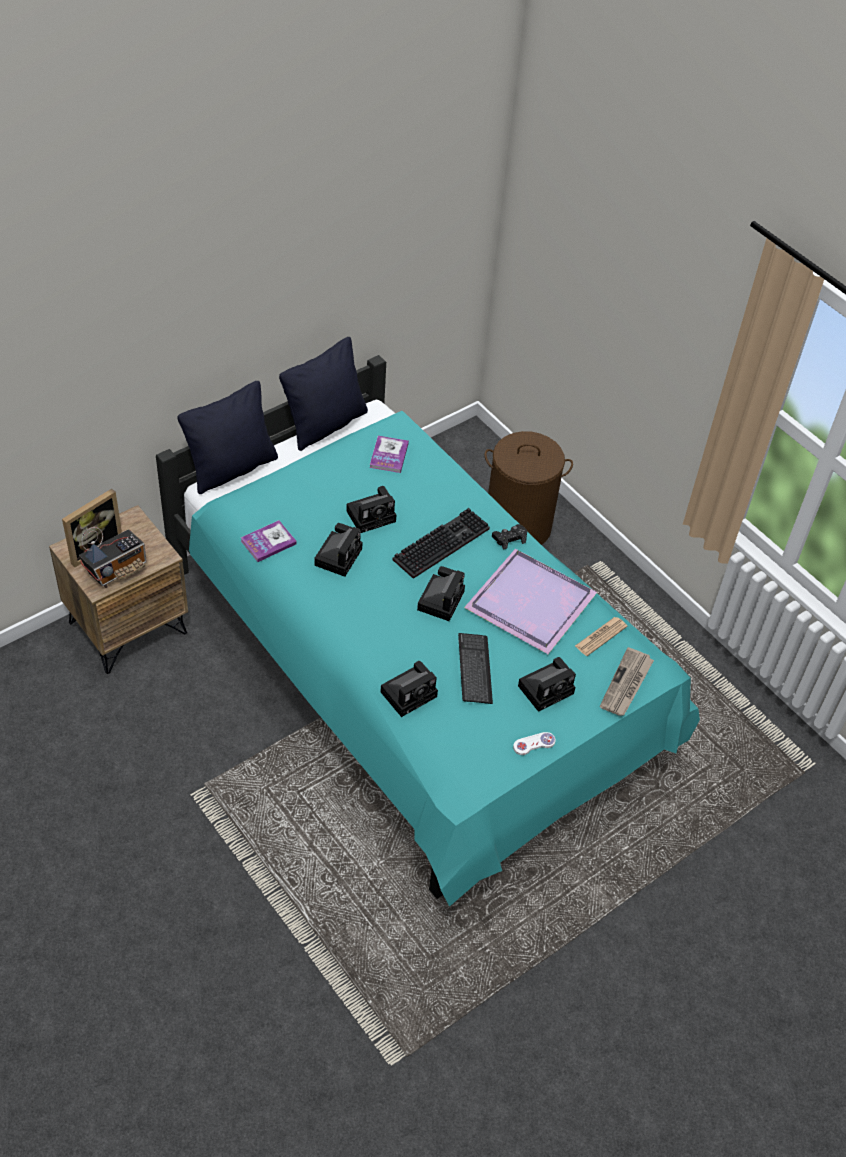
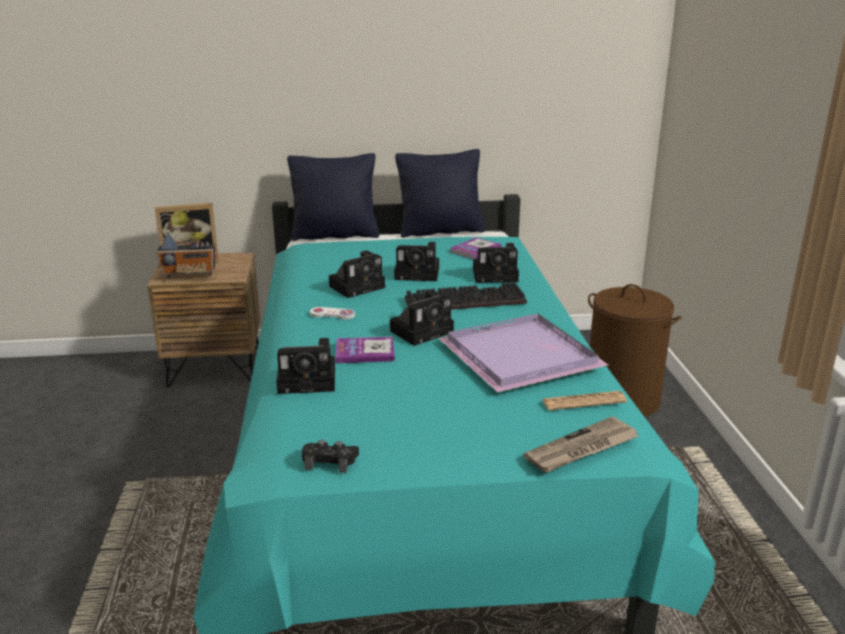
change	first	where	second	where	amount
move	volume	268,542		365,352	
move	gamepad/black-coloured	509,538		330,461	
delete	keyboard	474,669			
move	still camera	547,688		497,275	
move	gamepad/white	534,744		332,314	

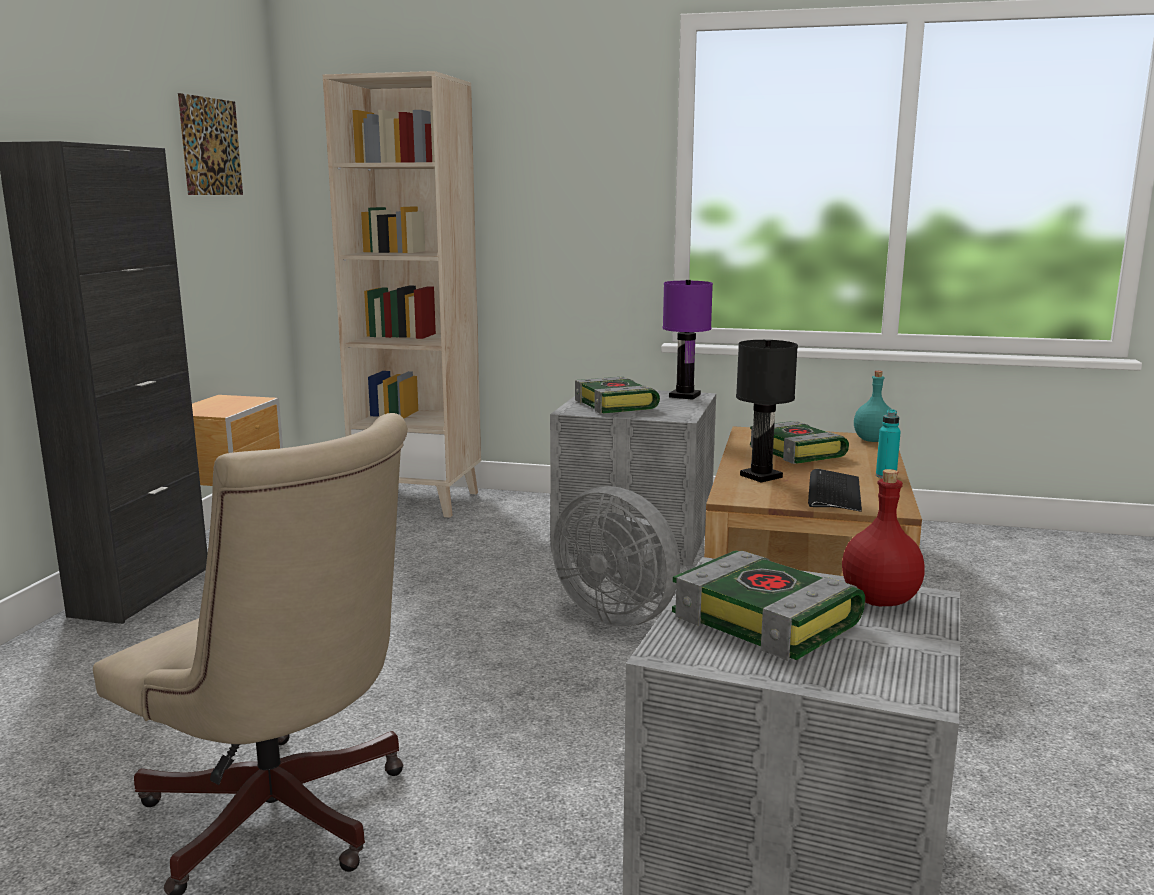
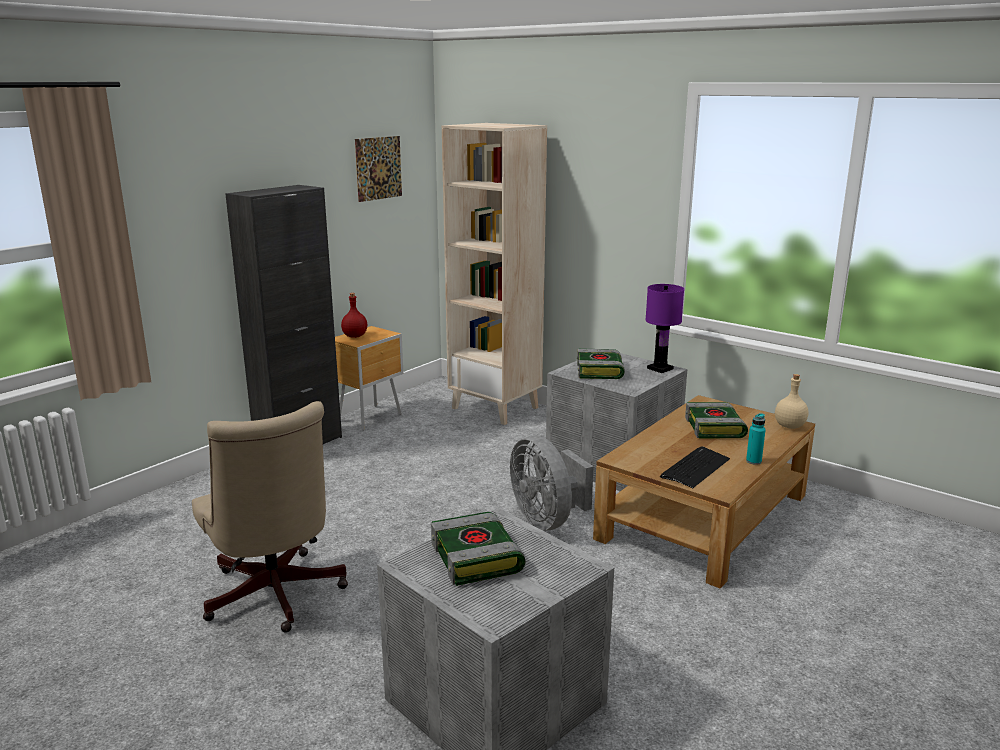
change	first	where	second	where	amount
delete	tabletop lamp/black-coloured	761,476			
recolor	bottle/blue-green	873,440	bottle/beige	790,426	
move	bottle/reddish	878,600		354,336	

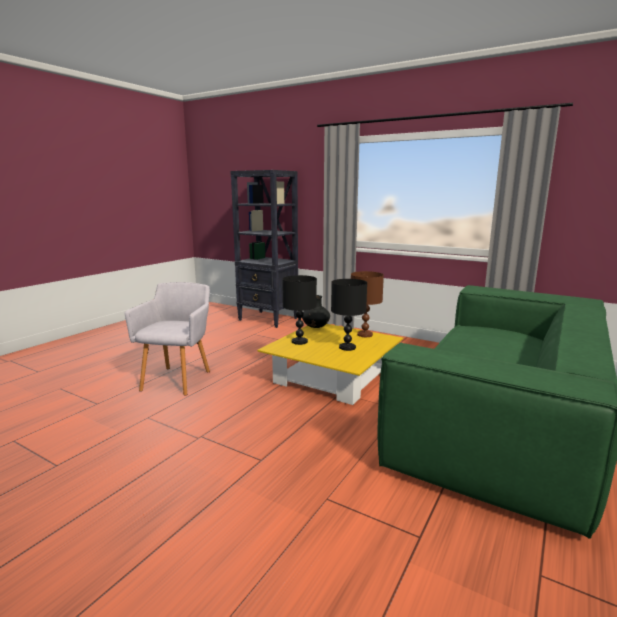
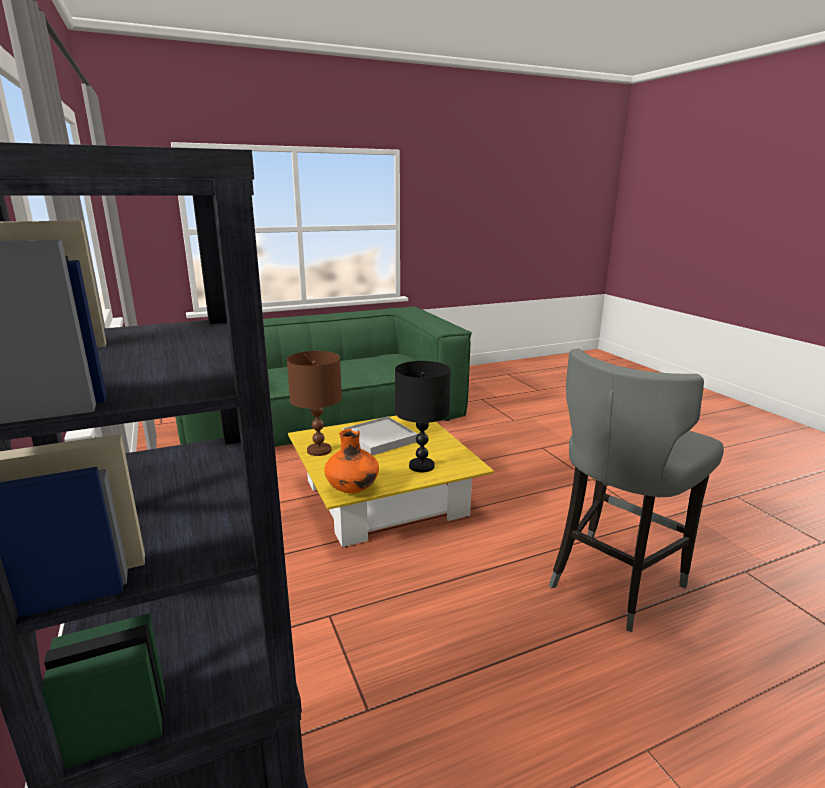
change	first	where	second	where	amount
replace	tabletop lamp/black-coloured	347,347	serving tray/white	379,438	
replace	easy chair/gray	178,379	sitting stool/gray	613,581	
recolor	vase/black-coloured	315,327	vase/orange	353,489	

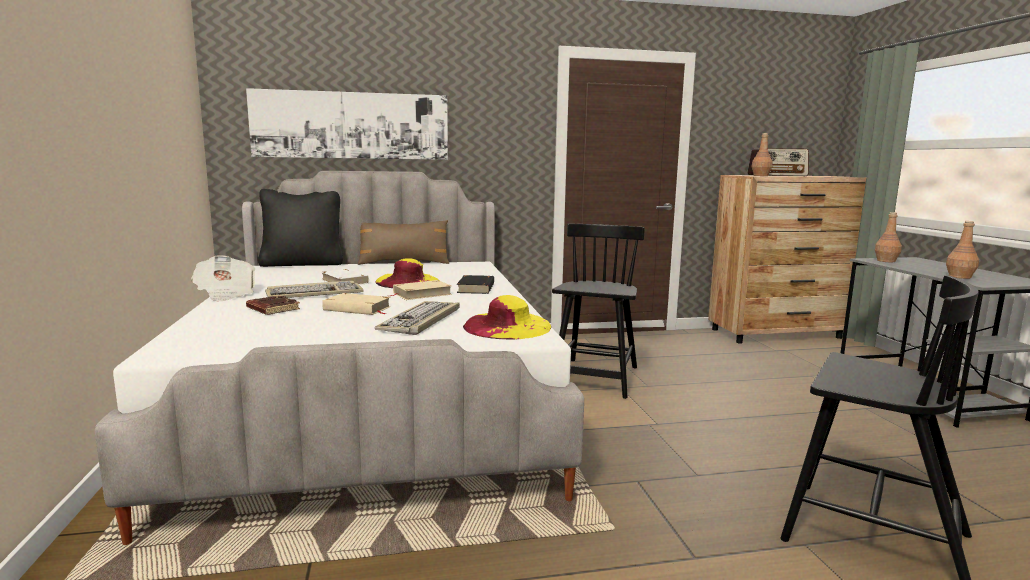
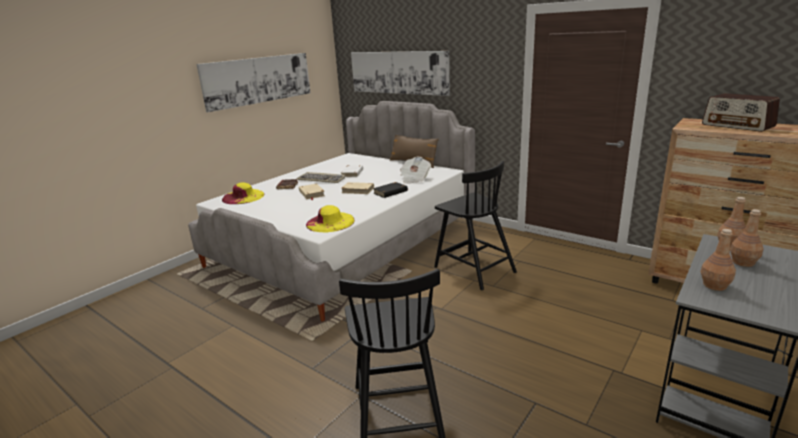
change	first	where	second	where	amount
move	bottle/brown	760,176		743,262	
delete	throw pillow/black-coloured	303,264			
rotate	upright chair/black-coloured	595,378		473,269	75 degrees clockwise
move	daily paper	225,294		414,179	
move	hat/yellowish	408,281		243,197	
delete	keyboard	421,320			
insert			wall art	258,80	

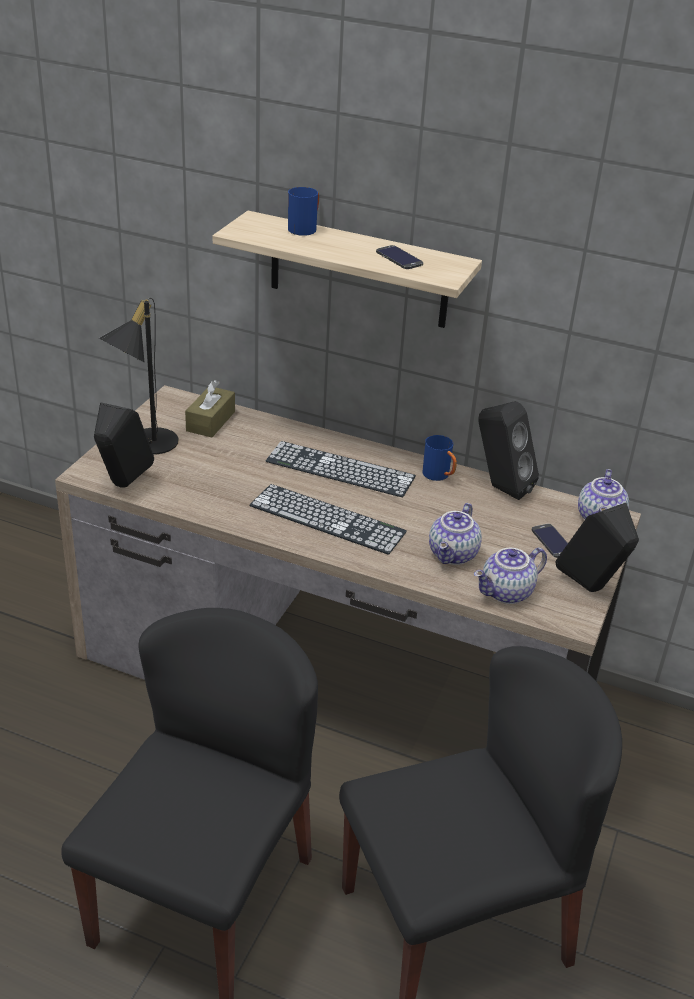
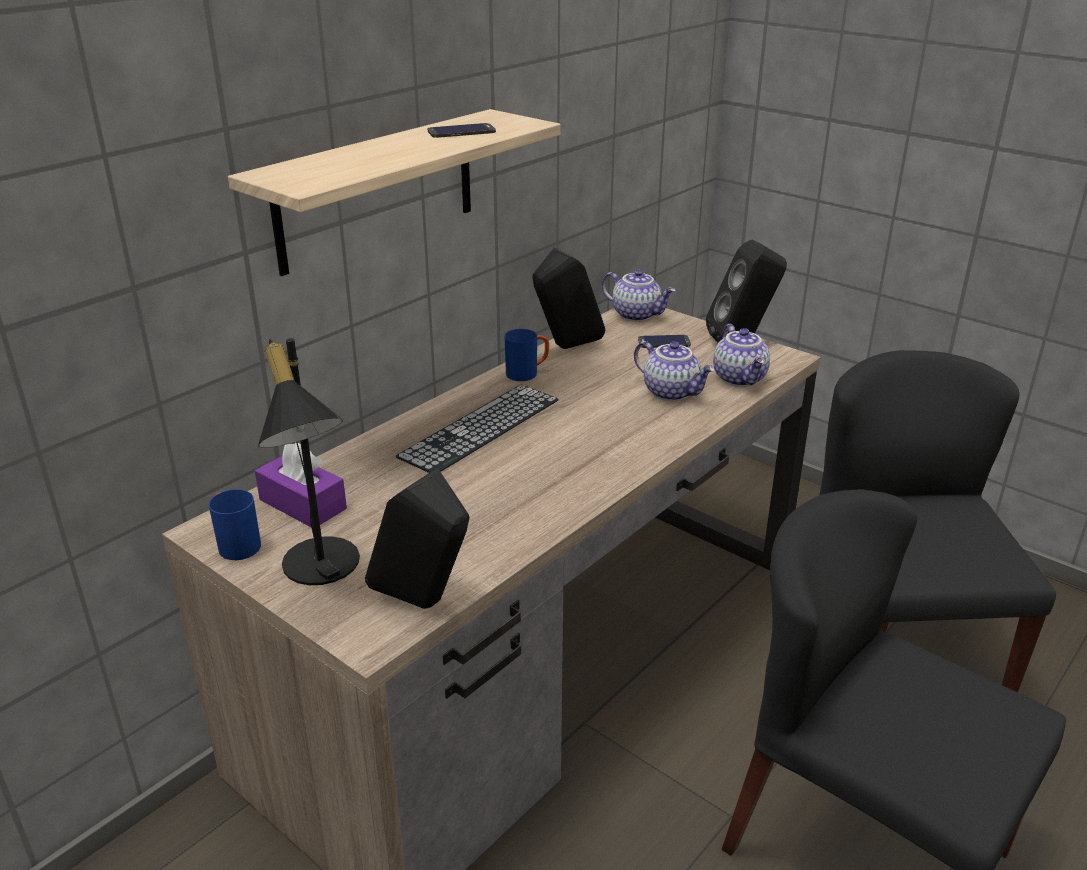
change	first	where	second	where	amount
move	tea mug/bluish	305,228		236,544	
recolor	box of tissues/brown	210,421	box of tissues/purple-coloured	303,504	
delete	keyboard	327,519			

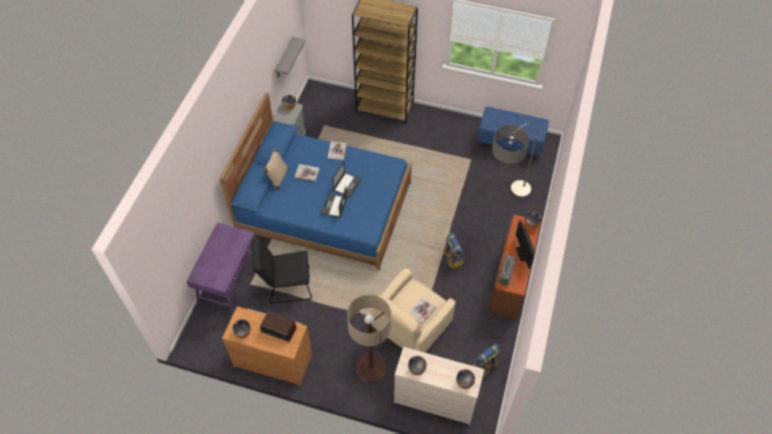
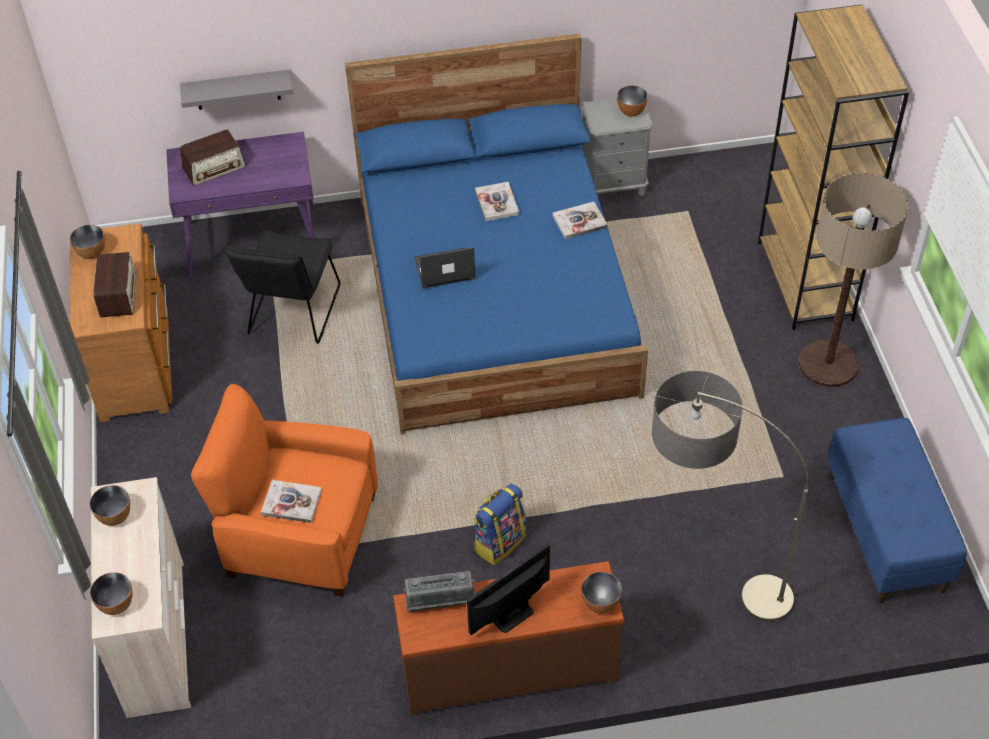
change	first	where	second	where	amount
move	shelf/gray	284,59		237,90	
delete	throw pillow/beige	278,178			
delete	notebook computer	347,184			
rotate	upright chair/black-coloured	286,285		292,315	135 degrees counterclockwise
recolor	easy chair/beige	410,327	easy chair/orange	299,534	
move	floor lamp	370,367		828,364	
delete	backpack	484,367			
insert			radio receiver	214,167	

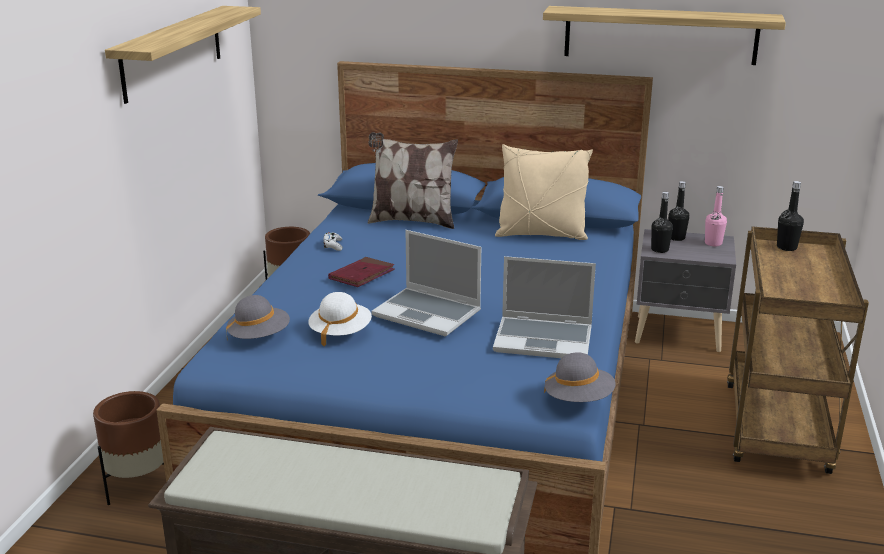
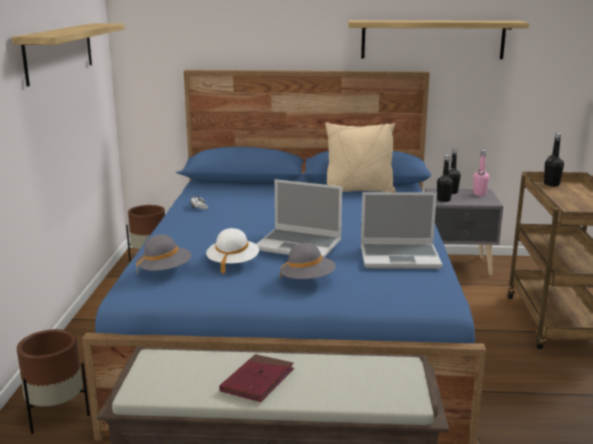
change	first	where	second	where	amount
delete	throw pillow	411,221			
move	volume/reddish	362,275		257,381	
move	hat/gray	579,399		307,280	

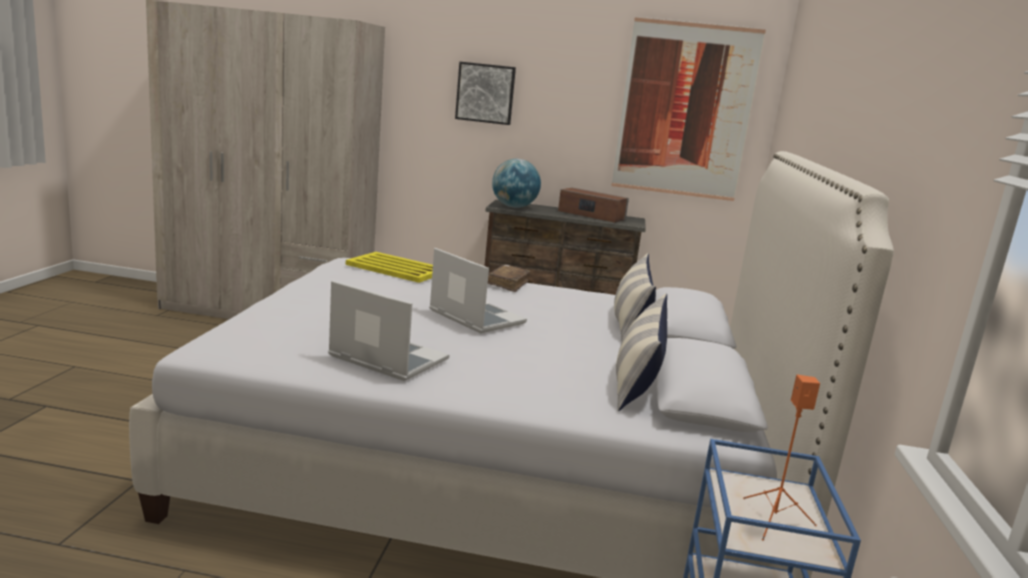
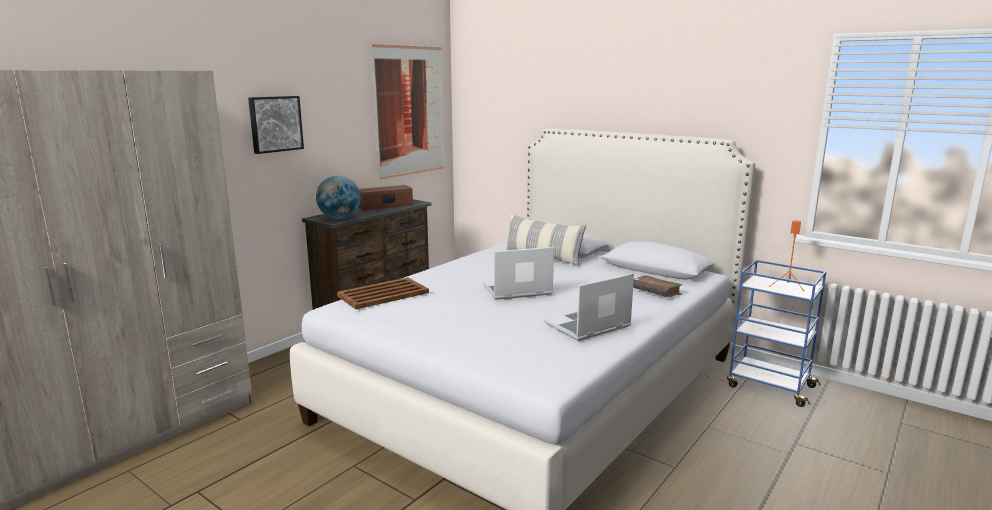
change	first	where	second	where	amount
recolor	serving tray/yellowish	396,269	serving tray/brown	384,294	
move	volume/brown	507,284		655,292	
delete	throw pillow	637,380			

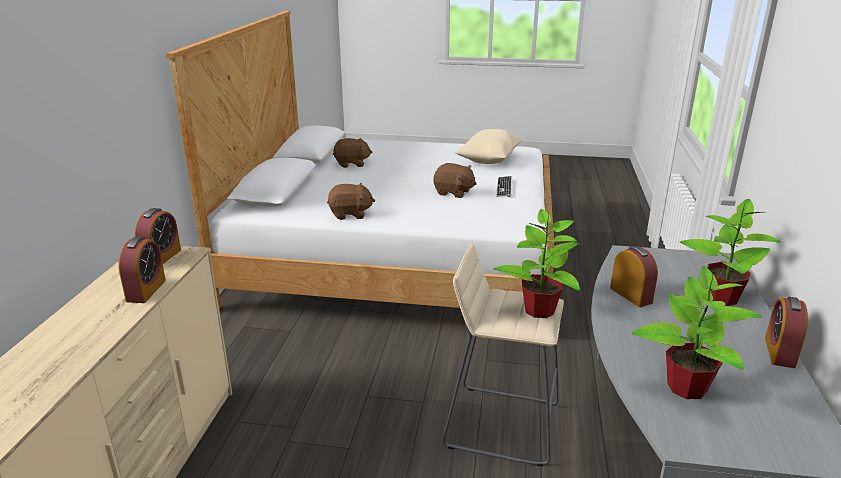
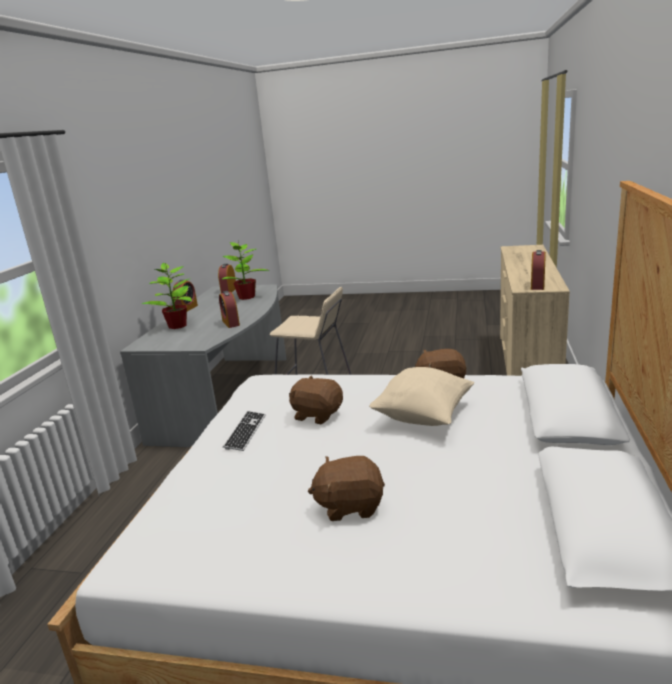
change	first	where	second	where	amount
move	throw pillow/beige	488,160		423,416	
move	soft toy/brown	352,164		350,505	
delete	plant in a pot	538,310			
move	bedside clock	146,290		229,291	

